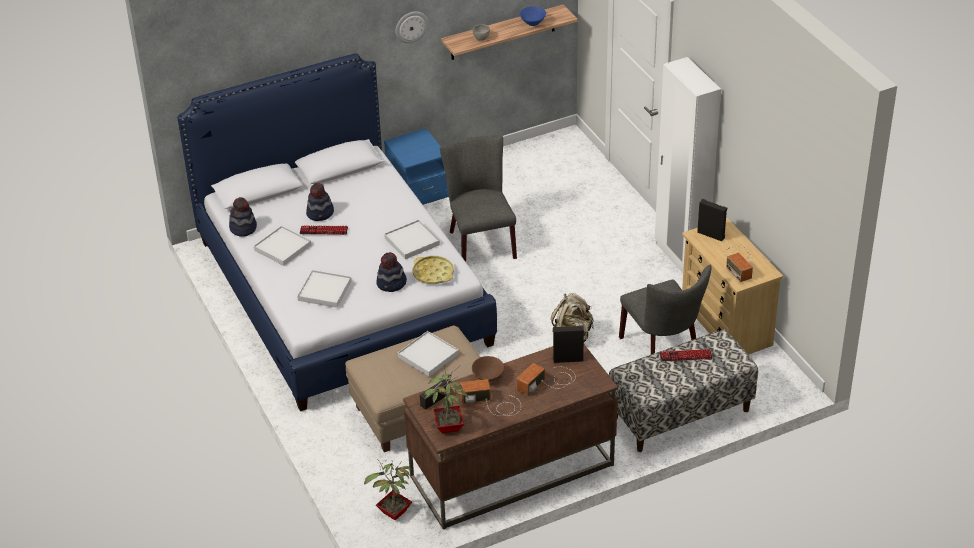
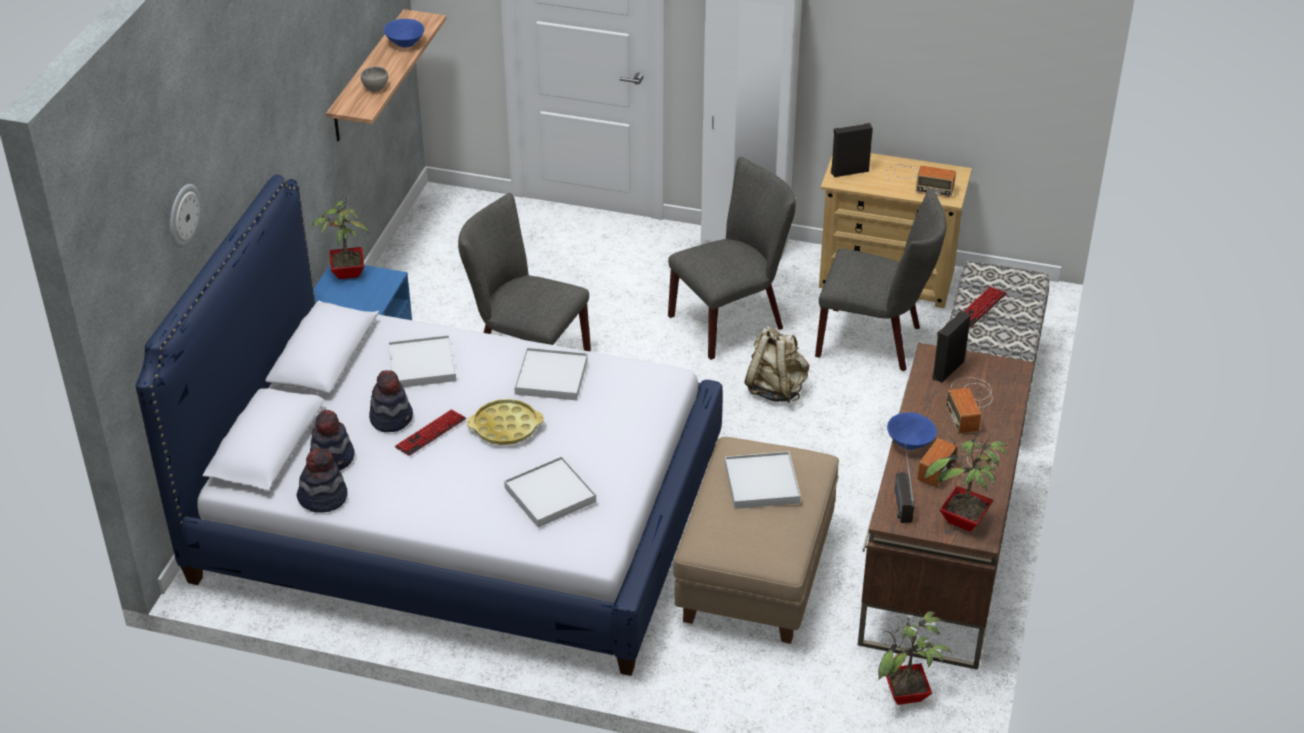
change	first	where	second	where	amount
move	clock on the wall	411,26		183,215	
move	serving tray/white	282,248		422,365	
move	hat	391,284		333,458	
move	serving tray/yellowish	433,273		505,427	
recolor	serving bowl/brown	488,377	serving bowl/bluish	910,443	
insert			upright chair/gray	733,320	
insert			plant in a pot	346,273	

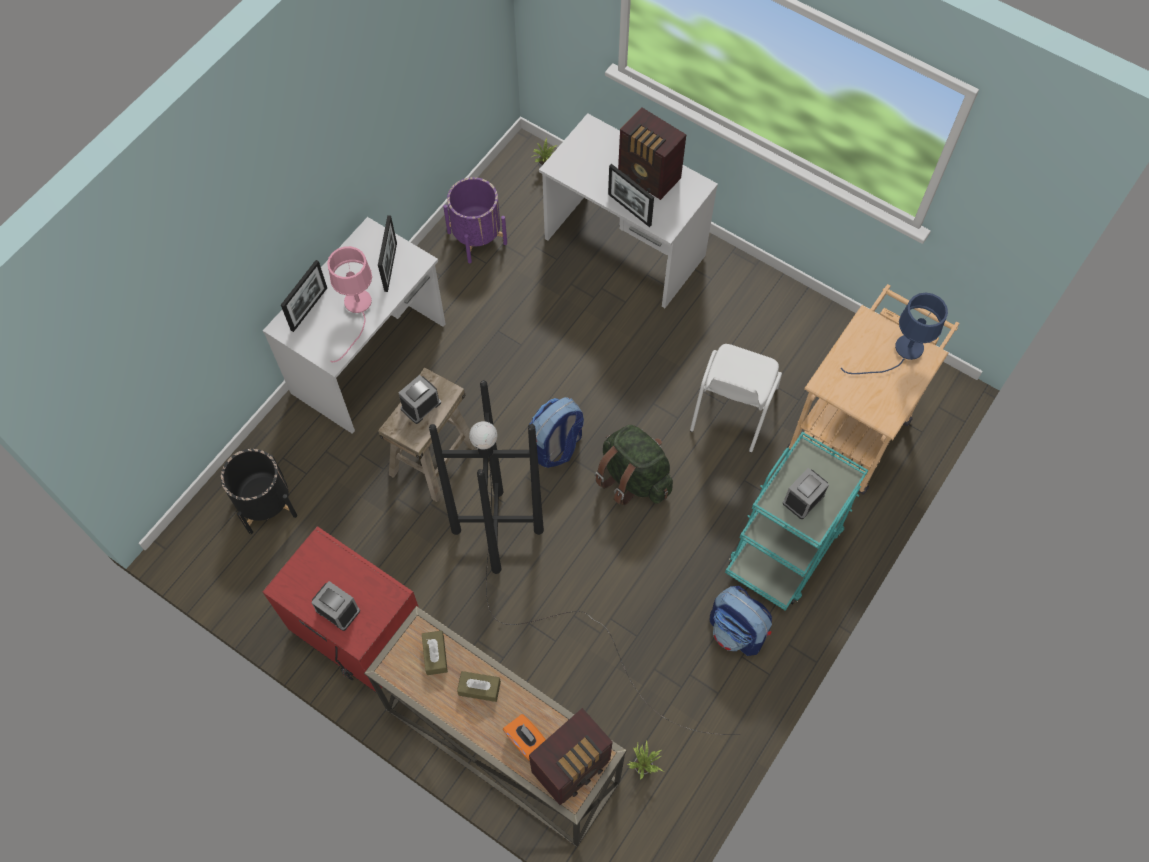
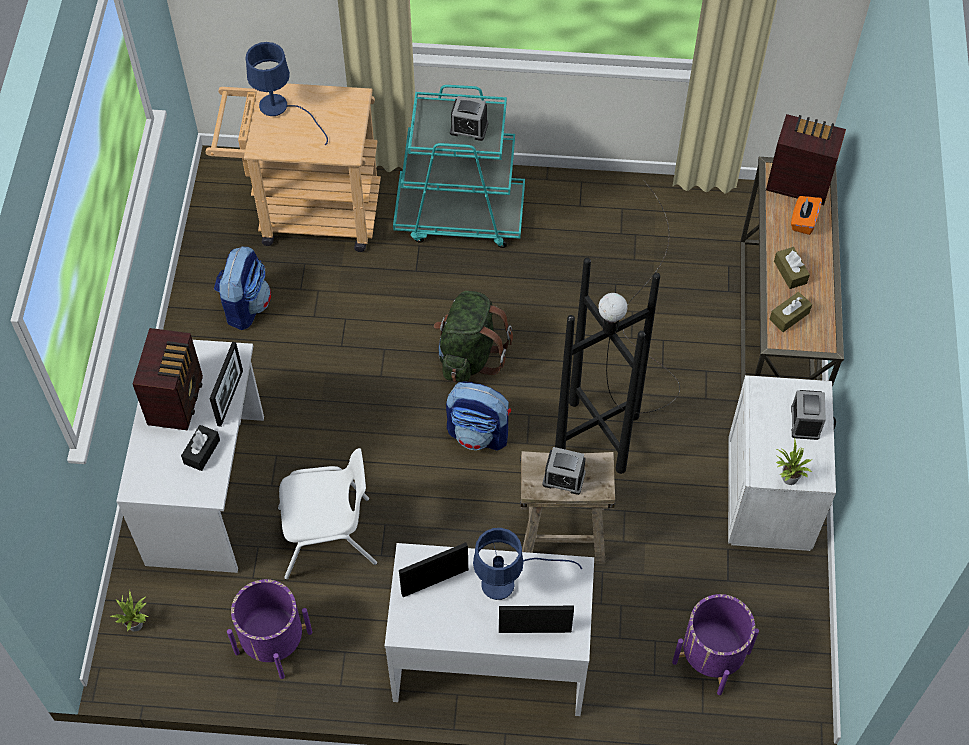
change	first	where	second	where	amount
recolor	tabletop lamp/pinkish	357,310	tabletop lamp/bluish	506,581	
move	upright chair/white	732,410		329,537	
recolor	planter/black-coloured	266,504	planter/purple-coloured	711,657	
recolor	bedside table/reddish	357,633	bedside table/white	770,496	
move	backpack	737,631		245,305	
move	plant in a pot	643,765		787,478	
insert			box of tissues/black-coloured	202,451	

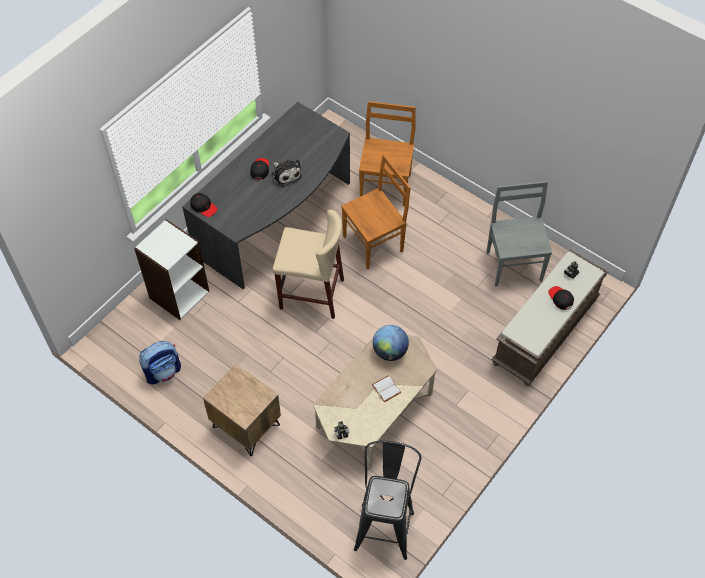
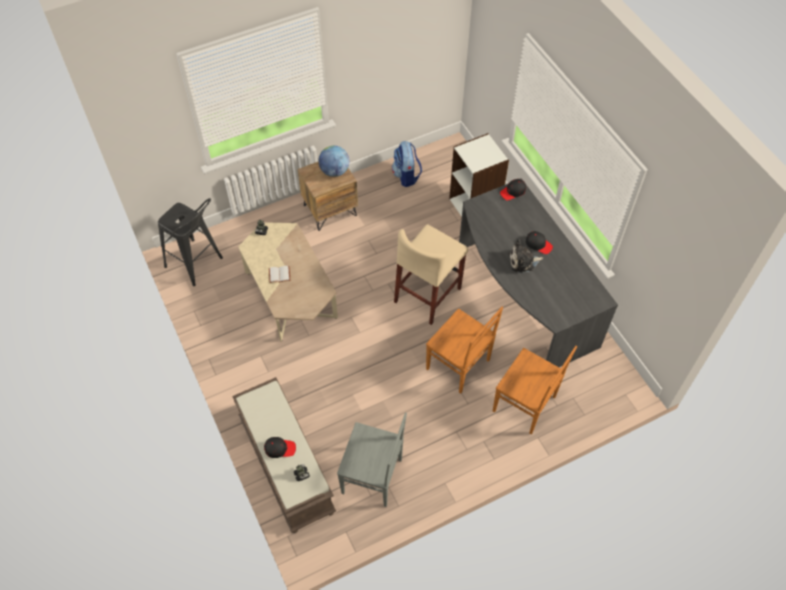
change	first	where	second	where	amount
rotate	upright chair/brown	374,243		459,365	45 degrees counterclockwise
move	desk globe	390,351		334,171	

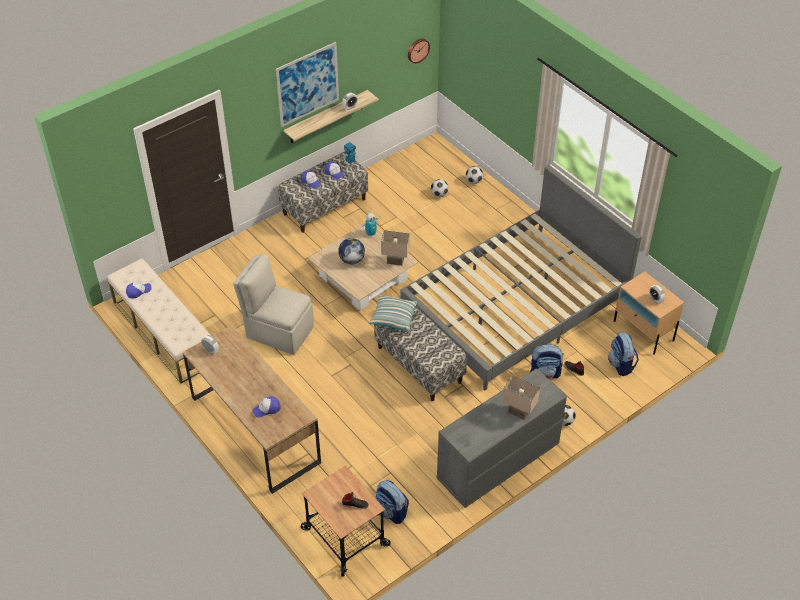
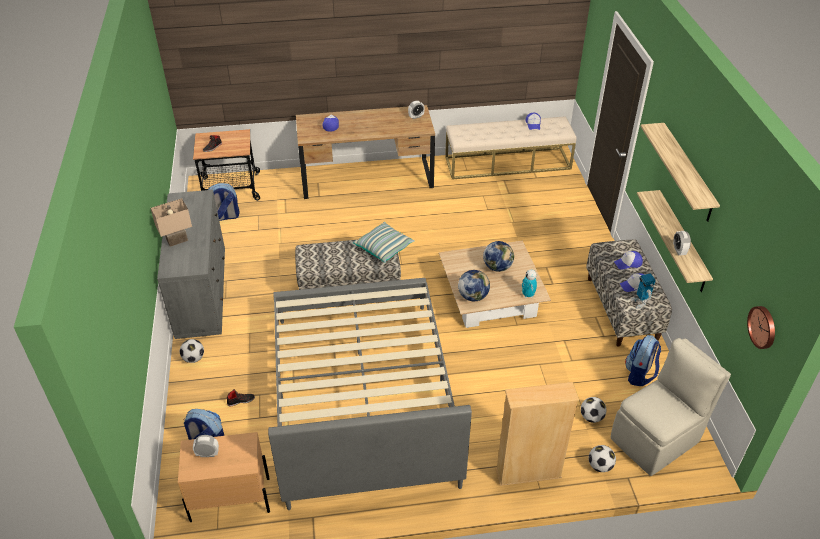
change	first	where	second	where	amount
replace	wall art	308,84	shelf	687,172	
replace	tabletop lamp/beige	395,261	desk globe	473,296	
move	upright chair/beige	278,331		656,439	
move	backpack	545,373		639,374	
insert			shelving unit/beige	528,473	

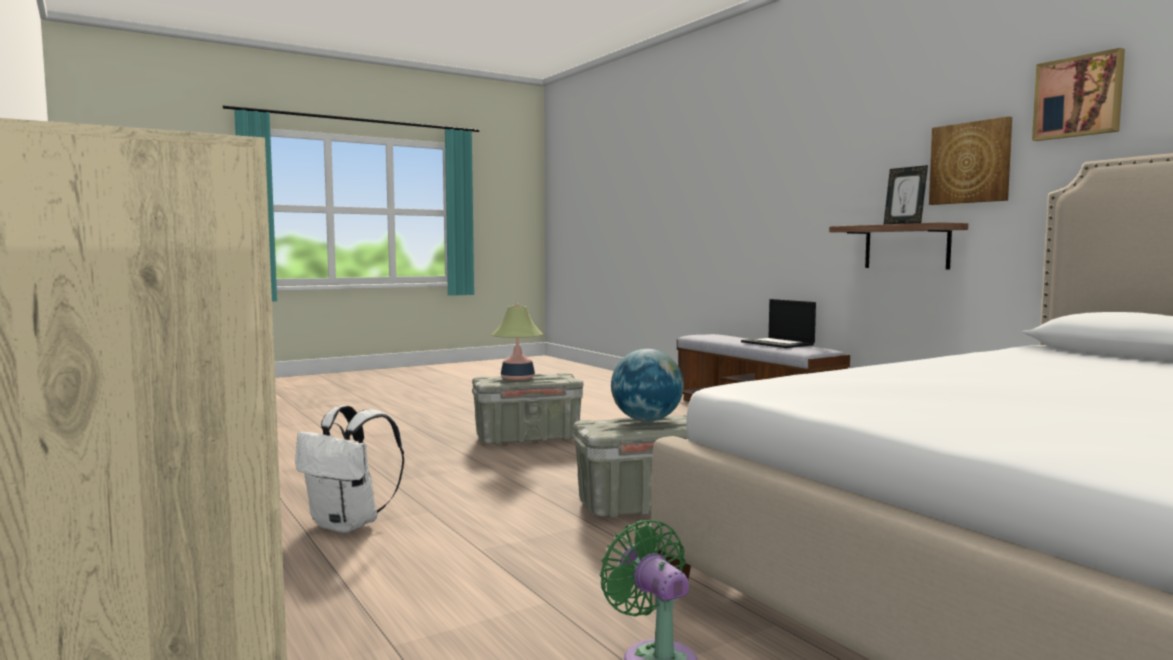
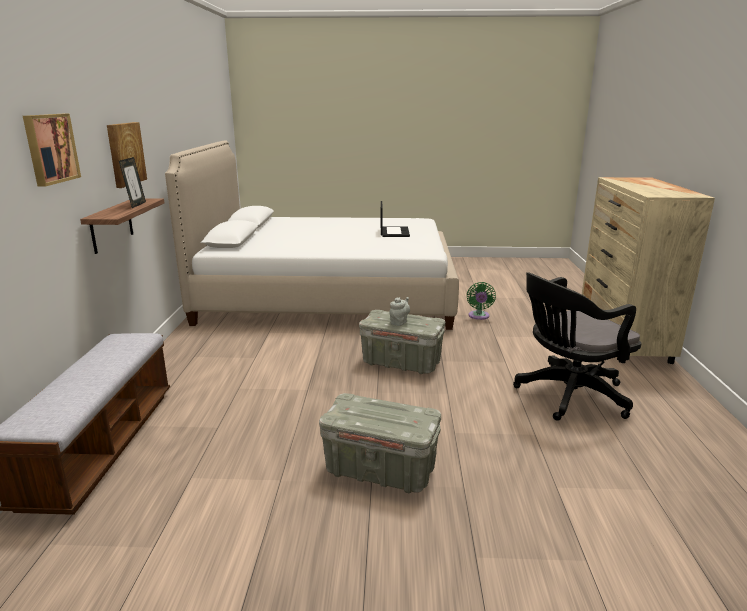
change	first	where	second	where	amount
move	wall art	1078,97		50,148	
move	notebook computer	778,343		394,232	
delete	tabletop lamp	517,378			
replace	desk globe	647,420	tea pot/gray	399,322	
replace	backpack/white	349,525	office chair/black-coloured	567,396	

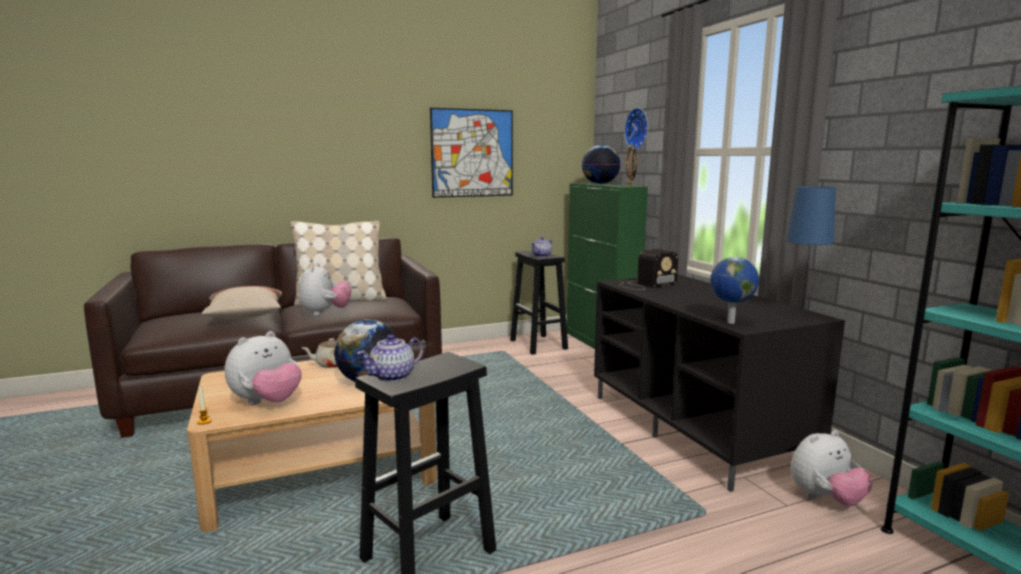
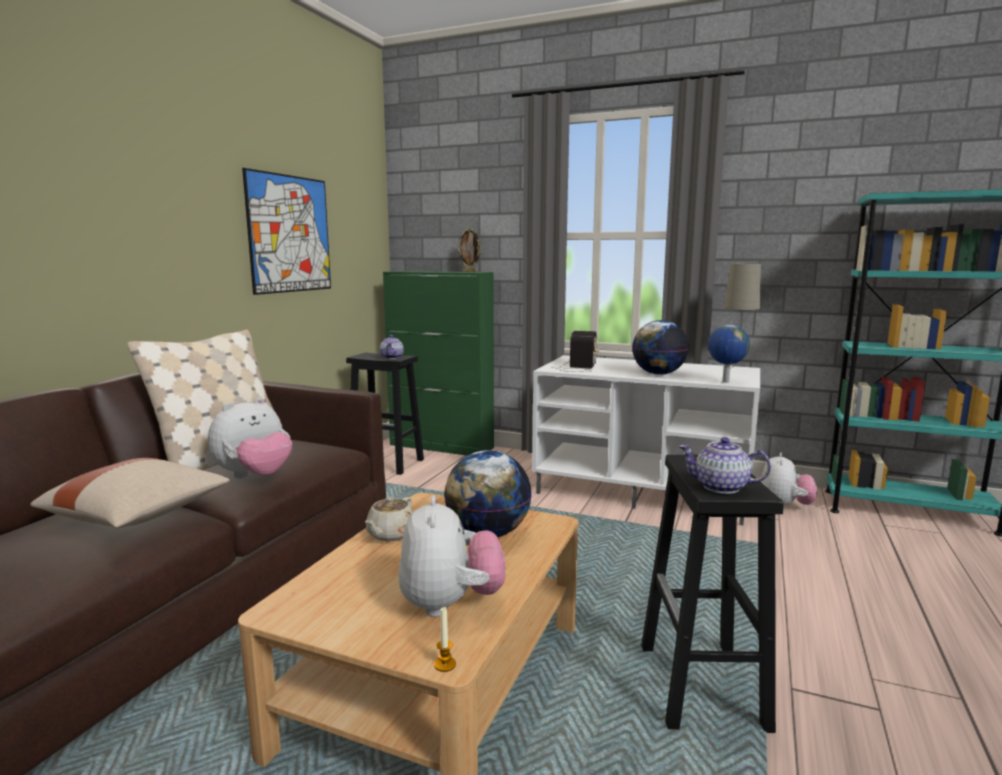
change	first	where	second	where	amount
delete	clock on the wall	639,129			
move	desk globe	600,184		658,374	
recolor	tabletop lamp/bluish	801,316	tabletop lamp/beige	737,369	
rotate	soft toy	325,313		255,476	90 degrees clockwise
recolor	tv unit/black-coloured	697,428	tv unit/white	643,490	
rotate	tea pot	393,376		722,487	105 degrees clockwise

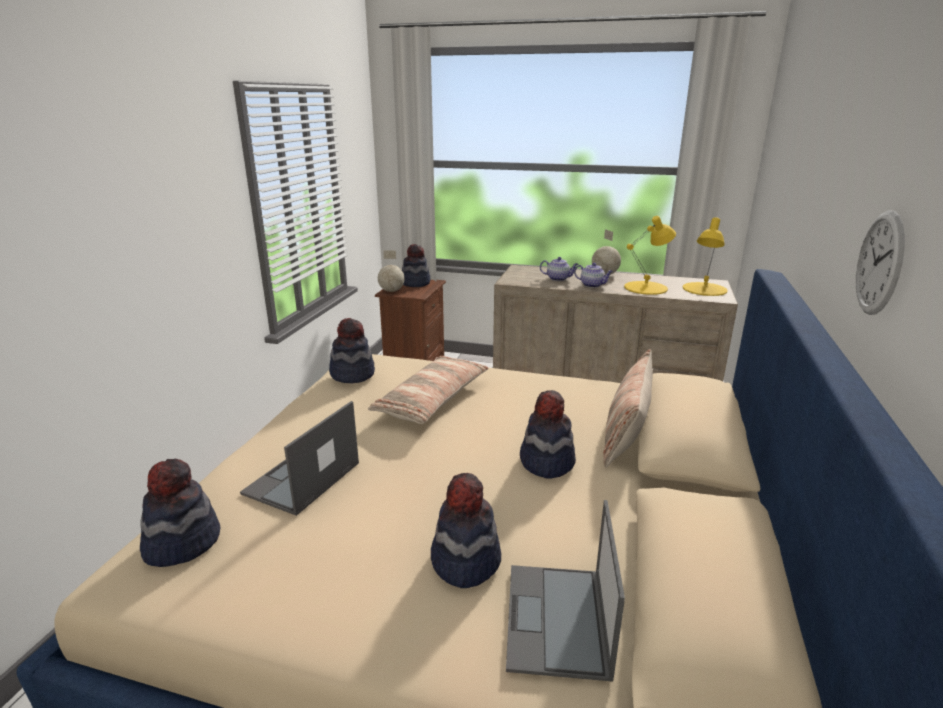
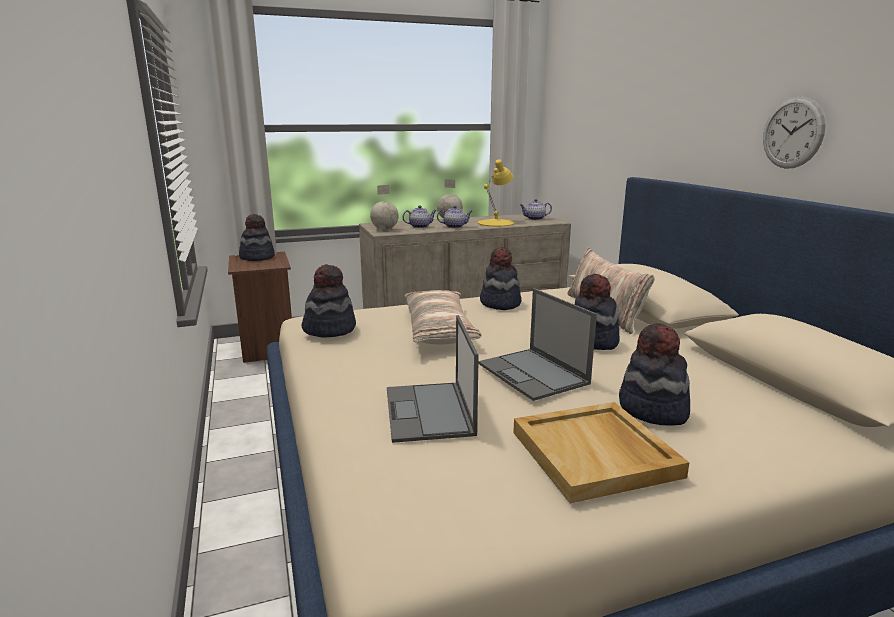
change	first	where	second	where	amount
replace	tabletop lamp/yellowish	704,289	tea pot	534,219	
move	desk globe	391,291		384,229	
move	hat	182,542		500,303	
move	notebook computer	557,621		533,374	
insert			serving tray/beige	596,454	

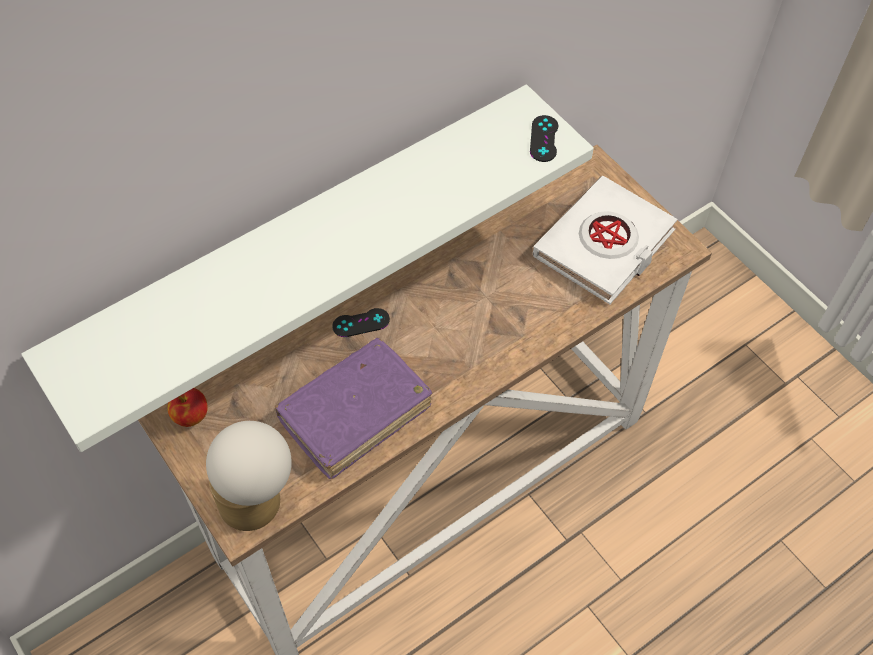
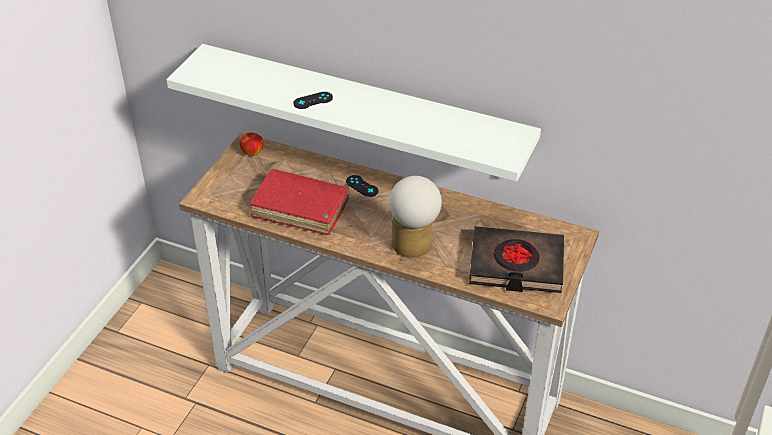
change	first	where	second	where	amount
move	gamepad/black-coloured	544,139		313,100	
recolor	volume/white	604,245	volume/black-coloured	516,265	
recolor	volume/purple-coloured	355,413	volume/reddish	300,209	
move	tabletop lamp	258,505		412,248	

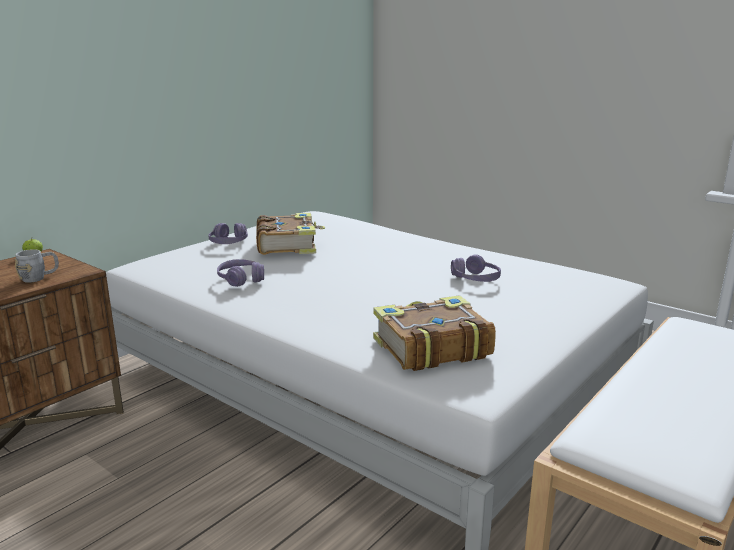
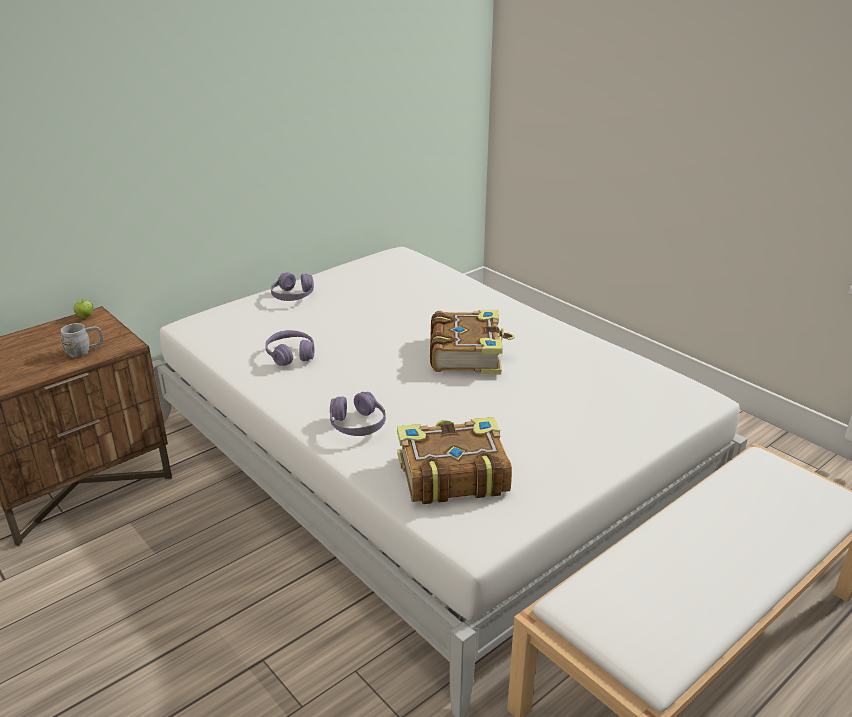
change	first	where	second	where	amount
move	volume	288,245		467,353	
move	headphones/purple-coloured	475,279		357,425	

